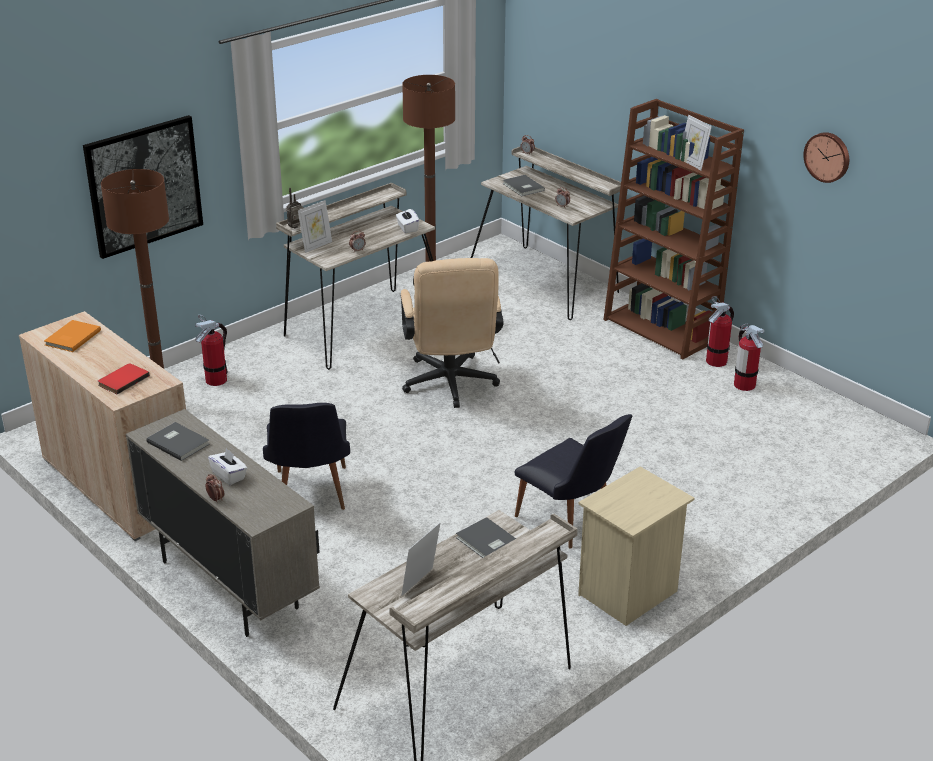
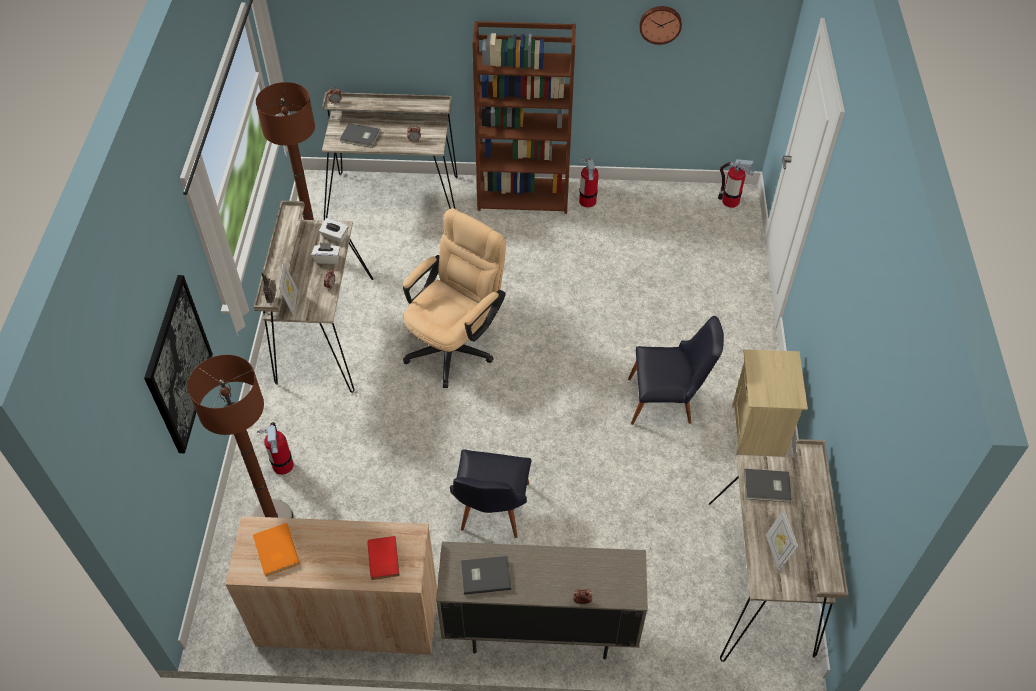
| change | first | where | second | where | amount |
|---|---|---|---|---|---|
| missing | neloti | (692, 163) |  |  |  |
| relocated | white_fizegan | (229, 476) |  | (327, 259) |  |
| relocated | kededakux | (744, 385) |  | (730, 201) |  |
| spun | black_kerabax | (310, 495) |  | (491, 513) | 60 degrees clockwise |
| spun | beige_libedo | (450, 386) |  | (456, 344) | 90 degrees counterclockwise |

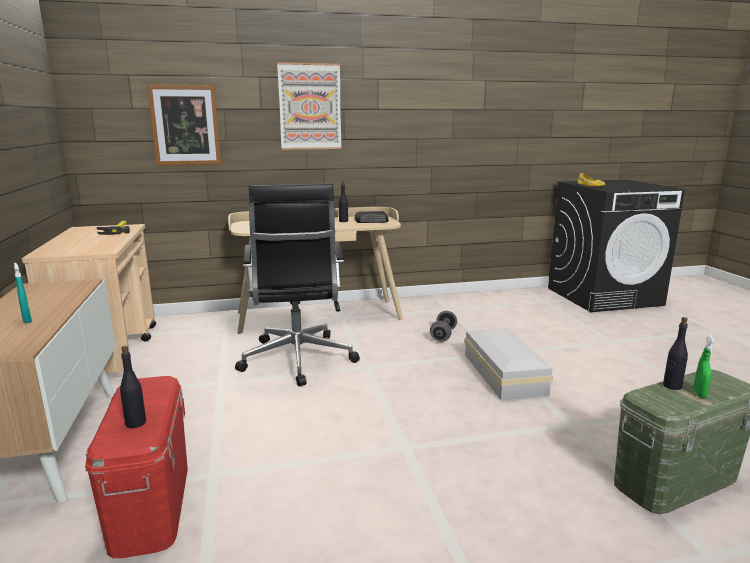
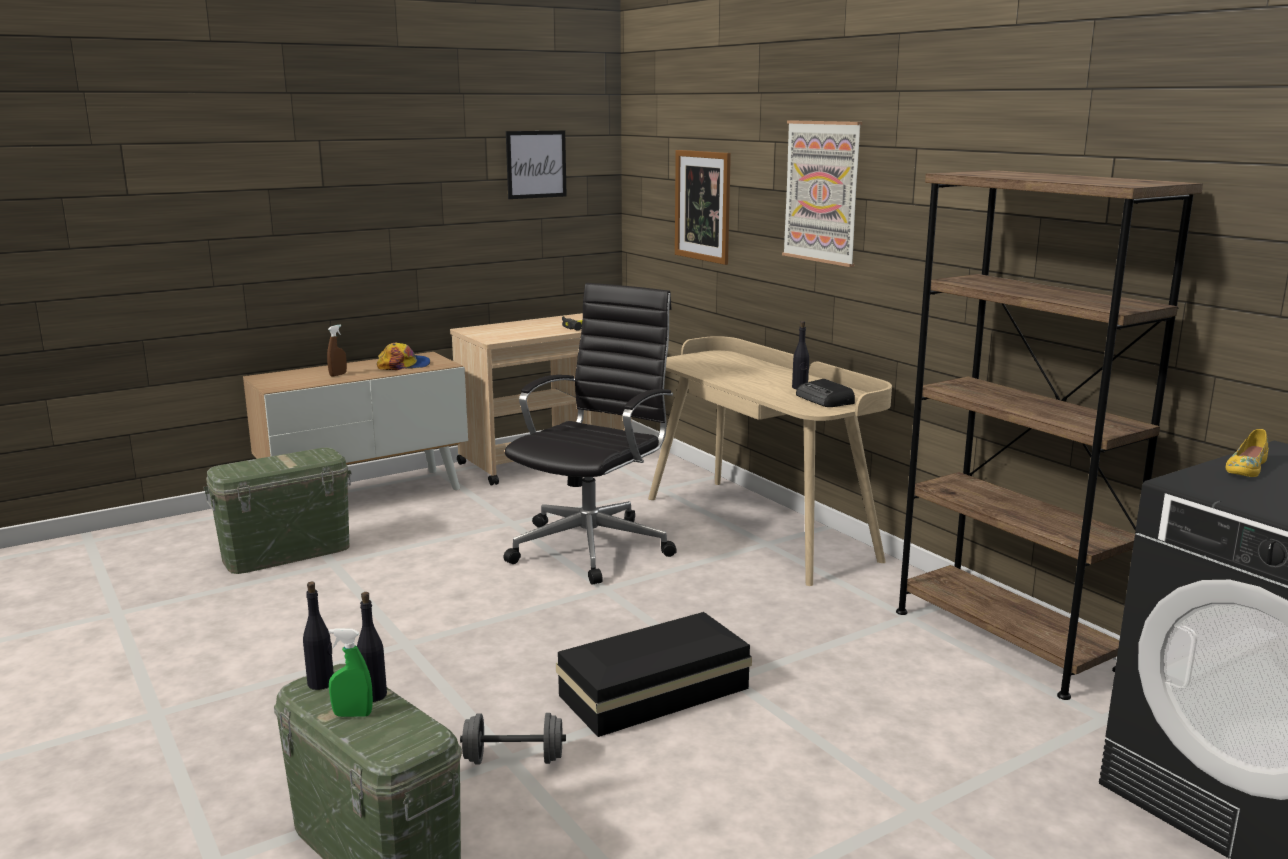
| change | first | where | second | where | amount |
|---|---|---|---|---|---|
| appeared |  |  | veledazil | (404, 365) |  |
| appeared |  |  | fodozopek | (536, 164) |  |
| appeared |  |  | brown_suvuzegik | (1004, 640) |  |
| relocated | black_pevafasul | (136, 423) |  | (321, 683) |  |
| relocated | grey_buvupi | (443, 335) |  | (514, 759) |  |
| colour | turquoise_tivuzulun | (27, 320) | brown_tivuzulun | (338, 374) |  |
| colour | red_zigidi | (151, 504) | green_zigidi | (286, 552) |  |
| colour | white_zigidi | (504, 373) | black_zigidi | (658, 692) |  |
| spun | black_libedo | (297, 360) |  | (594, 546) | 150 degrees clockwise |

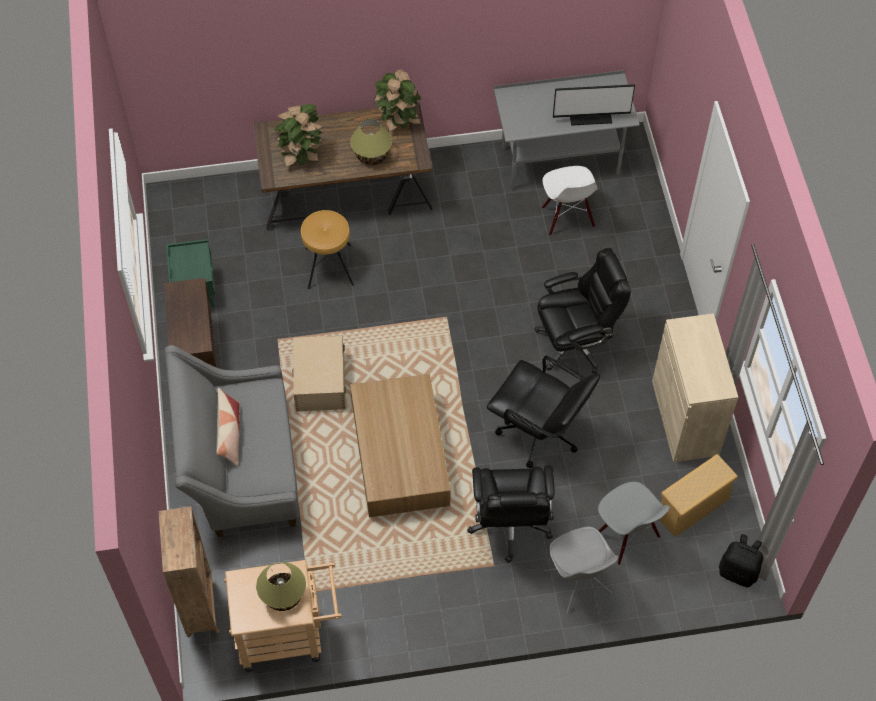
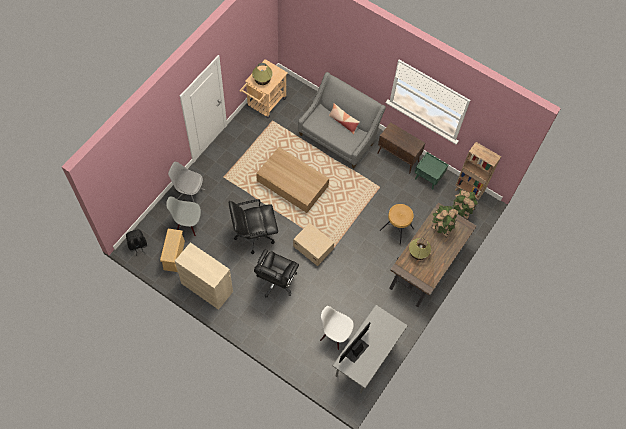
| change | first | where | second | where | amount |
|---|---|---|---|---|---|
| missing | black_libedo | (510, 525) |  |  |  |
| relocated | brown_suvuzegik | (201, 608) |  | (468, 191) |  |
| relocated | beige_zigidi | (320, 383) |  | (313, 247) |  |
| relocated | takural | (398, 122) |  | (461, 211) |  |

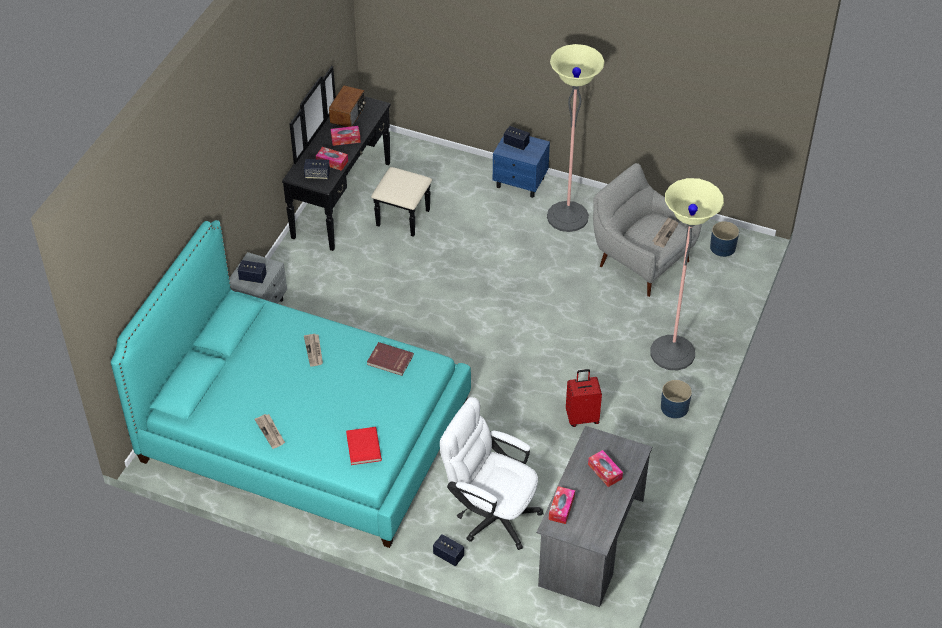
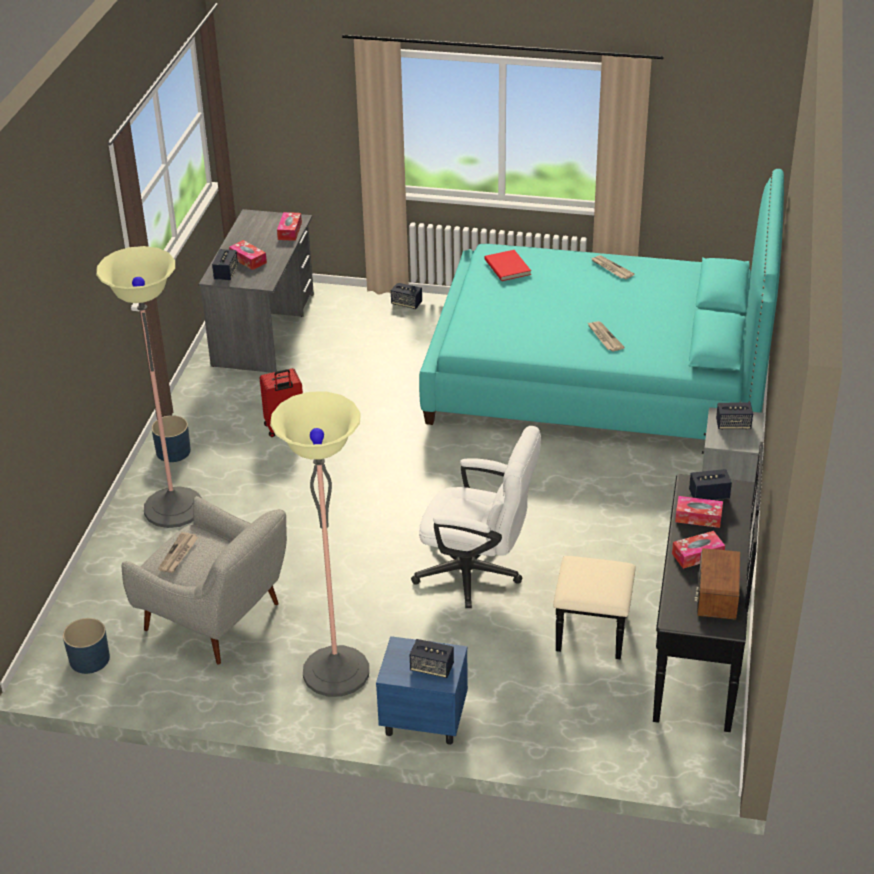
| change | first | where | second | where | amount |
|---|---|---|---|---|---|
| missing | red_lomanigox | (389, 360) |  |  |  |
| appeared |  |  | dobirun | (226, 273) |  |
| relocated | white_libedo | (490, 513) |  | (477, 574) |  |

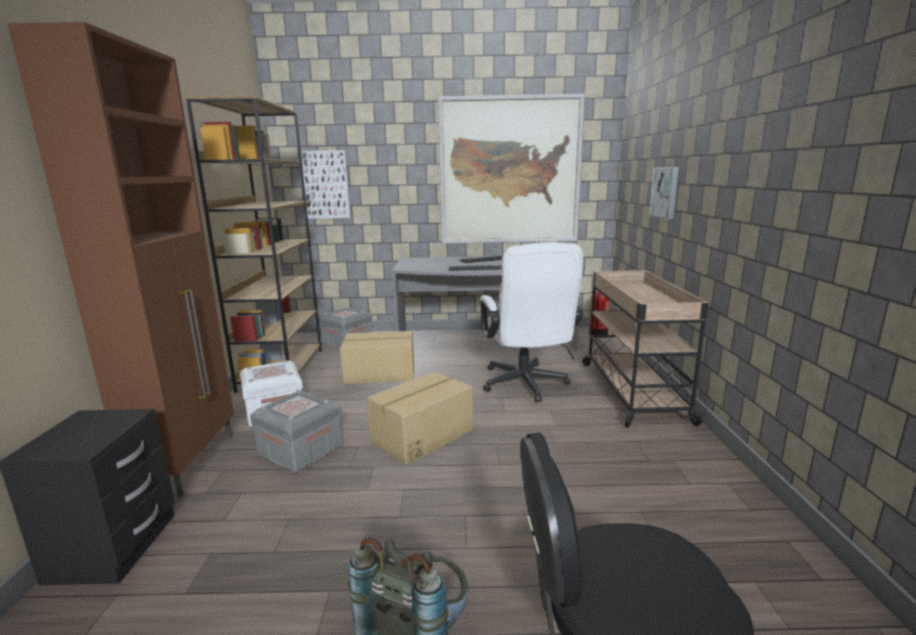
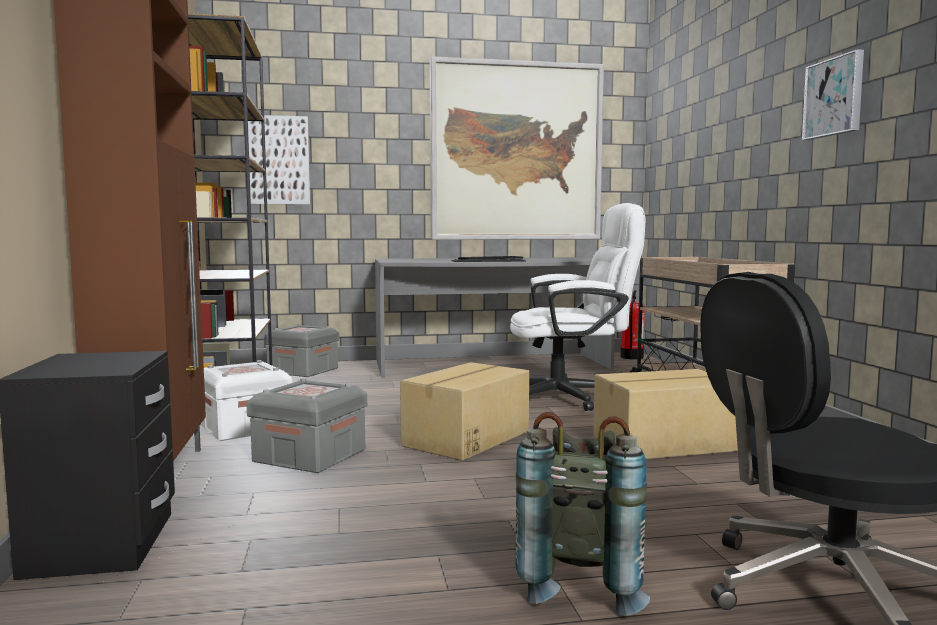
| change | first | where | second | where | amount |
|---|---|---|---|---|---|
| relocated | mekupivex | (380, 374) |  | (665, 444) |  |
| relocated | fodozopek | (665, 192) |  | (834, 97) |  |
| spun | white_libedo | (526, 386) |  | (571, 397) | 75 degrees counterclockwise |

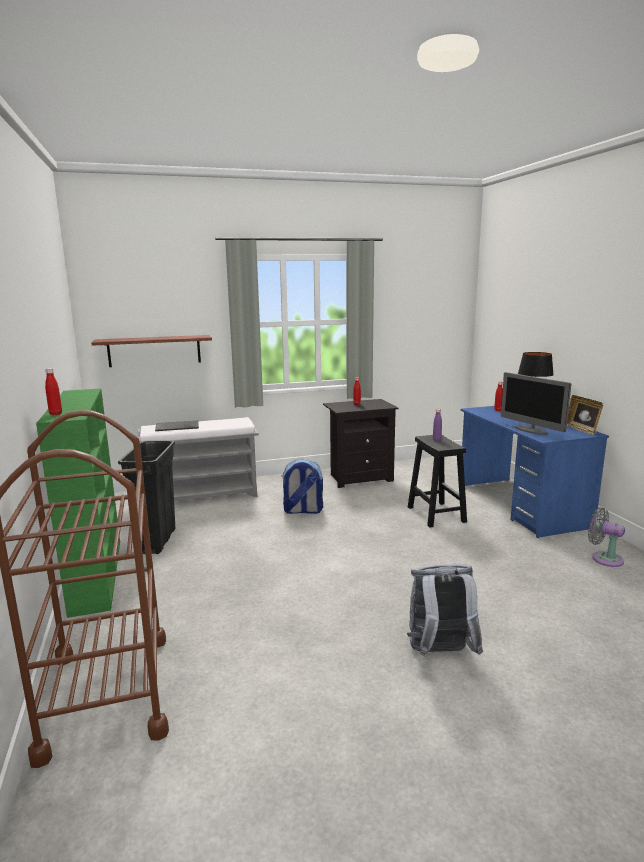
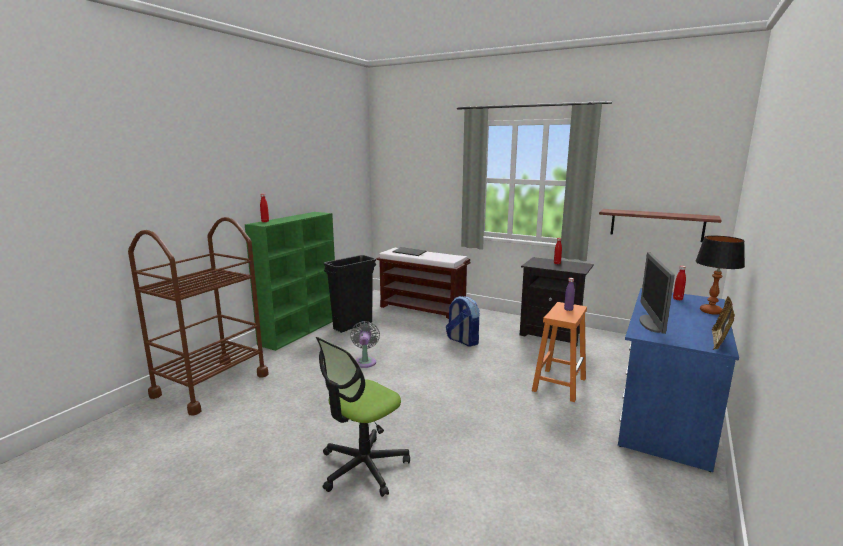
| change | first | where | second | where | amount |
|---|---|---|---|---|---|
| relocated | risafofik | (154, 351) |  | (656, 225) |  |
| relocated | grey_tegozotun | (604, 558) |  | (365, 361) |  |
| exchanged | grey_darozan | (440, 653) | libedo | (363, 467) |  |
| colour | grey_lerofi | (203, 495) | brown_lerofi | (423, 309) |  |
| colour | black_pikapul | (435, 514) | orange_pikapul | (559, 384) |  |

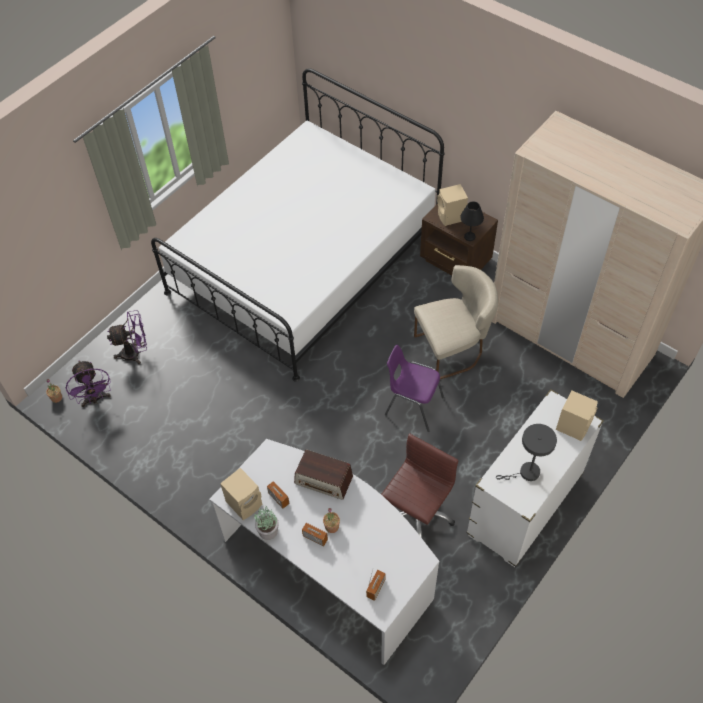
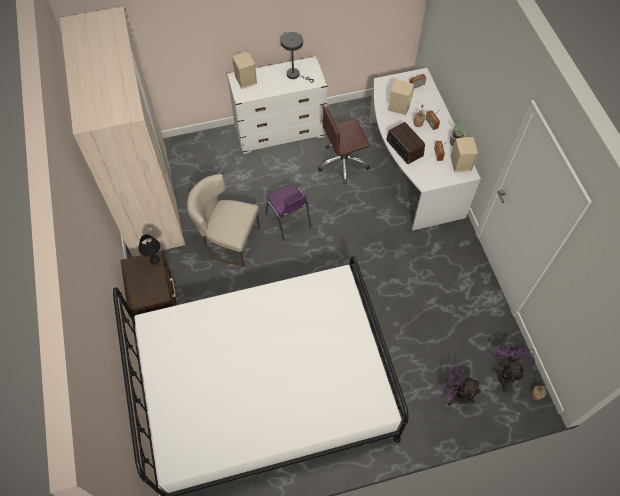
| change | first | where | second | where | amount |
|---|---|---|---|---|---|
| relocated | beige_dobirun | (451, 217) |  | (399, 106) |  |

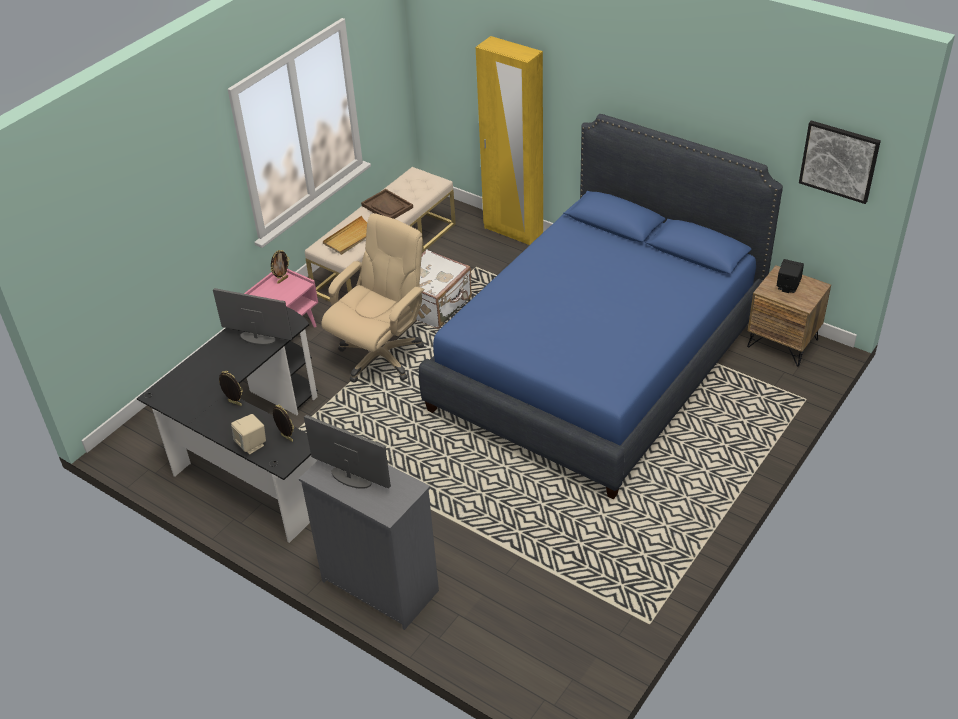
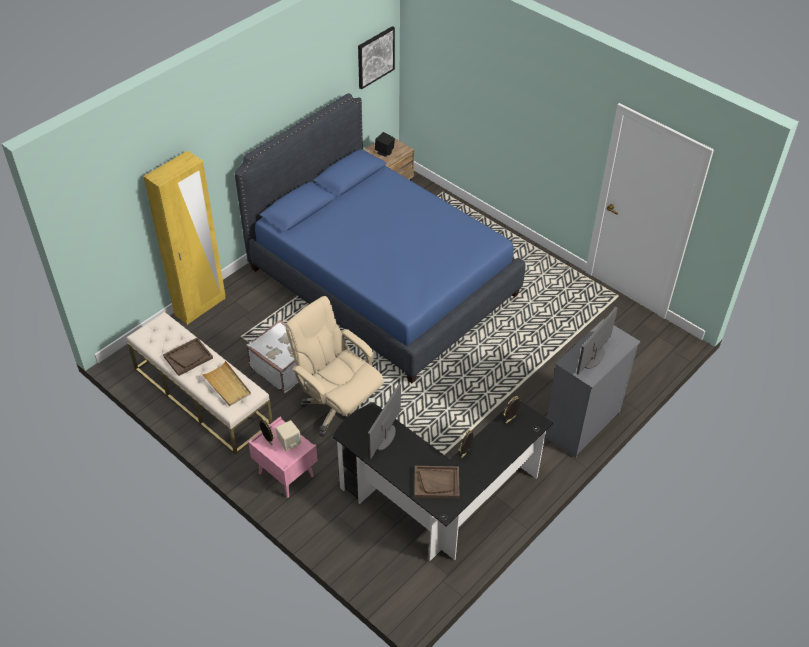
| change | first | where | second | where | amount |
|---|---|---|---|---|---|
| appeared |  |  | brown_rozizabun | (436, 482) |  |
| relocated | beige_dobirun | (252, 444) |  | (289, 443) |  |

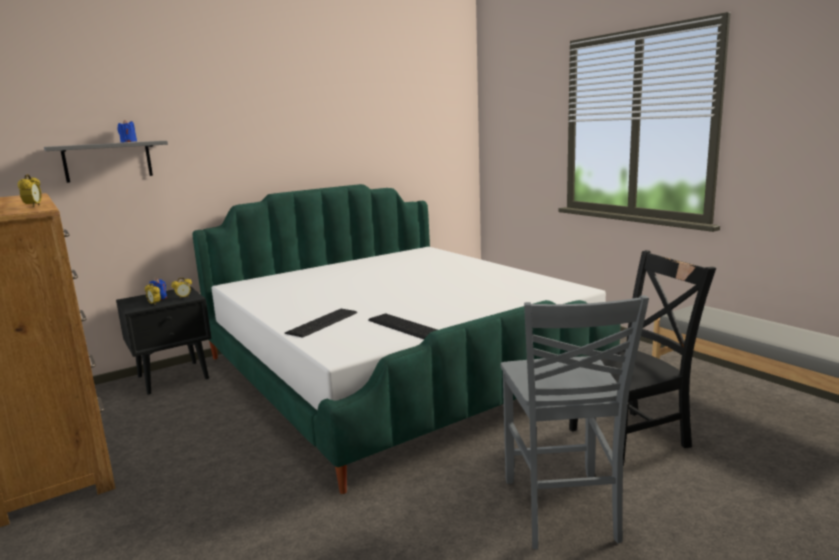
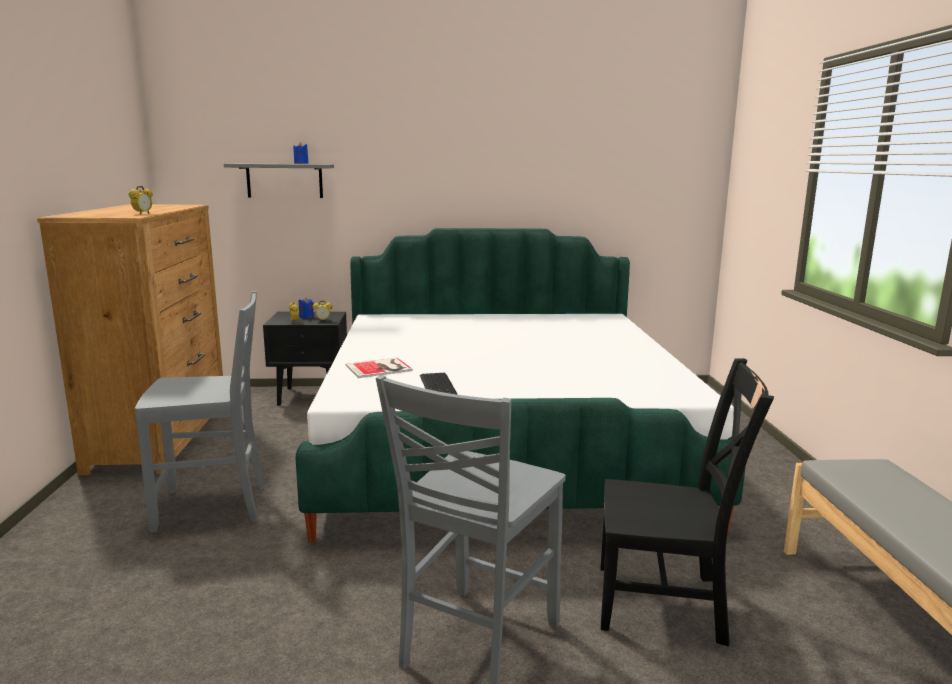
| change | first | where | second | where | amount |
|---|---|---|---|---|---|
| appeared |  |  | grey_kerabax | (214, 507) |  |
| exchanged | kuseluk | (324, 322) | lomanigox | (380, 368) |  |

